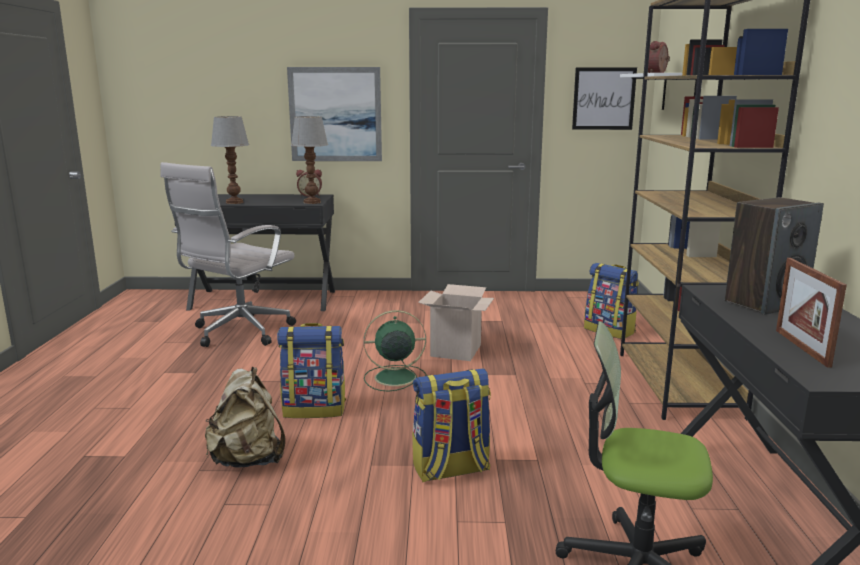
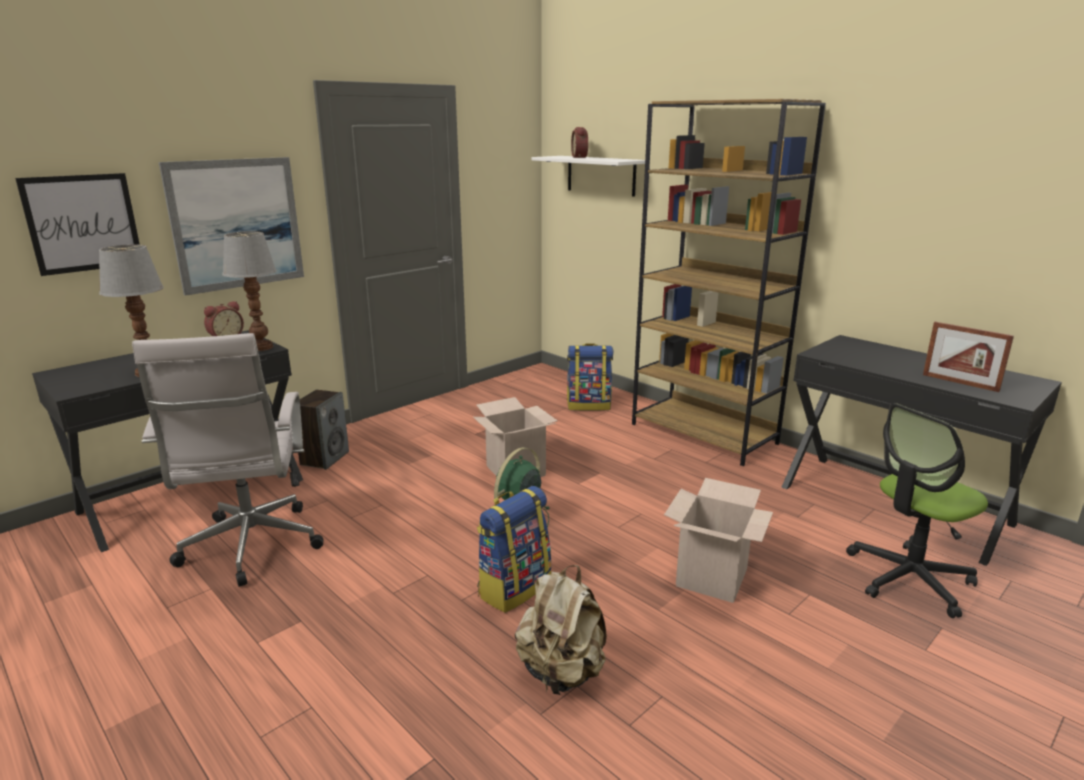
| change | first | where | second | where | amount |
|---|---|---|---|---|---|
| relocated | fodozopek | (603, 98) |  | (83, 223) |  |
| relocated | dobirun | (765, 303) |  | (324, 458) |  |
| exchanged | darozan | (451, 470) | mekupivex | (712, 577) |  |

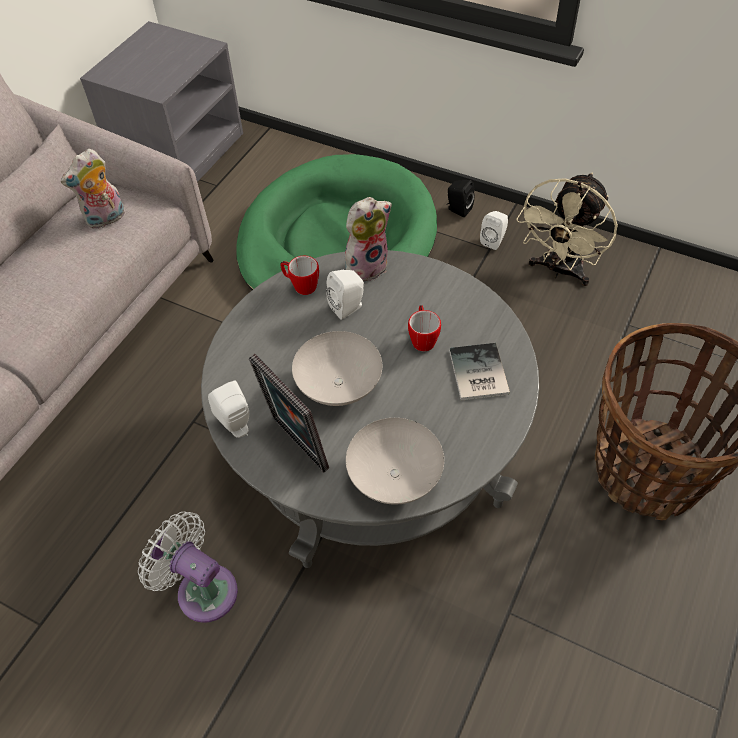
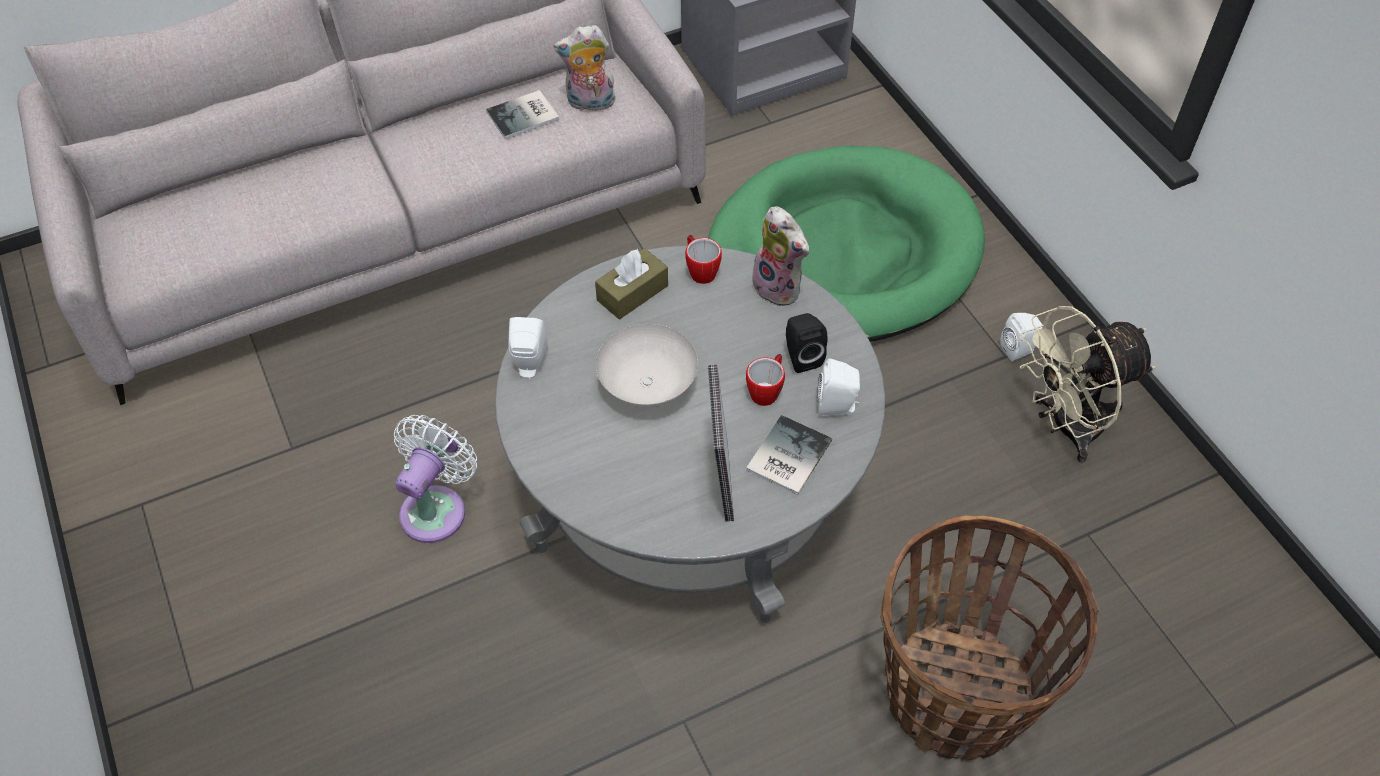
| change | first | where | second | where | amount |
|---|---|---|---|---|---|
| missing | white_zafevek | (393, 478) |  |  |  |
| appeared |  |  | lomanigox | (525, 116) |  |
| appeared |  |  | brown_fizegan | (632, 293) |  |
| relocated | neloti | (296, 446) |  | (719, 480) |  |
| relocated | white_dobirun | (348, 307) |  | (837, 407) |  |
| relocated | black_dobirun | (458, 209) |  | (801, 357) |  |
| spun | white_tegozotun | (202, 589) |  | (437, 508) | 45 degrees clockwise |
| spun | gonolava | (366, 266) |  | (780, 287) | 45 degrees clockwise |

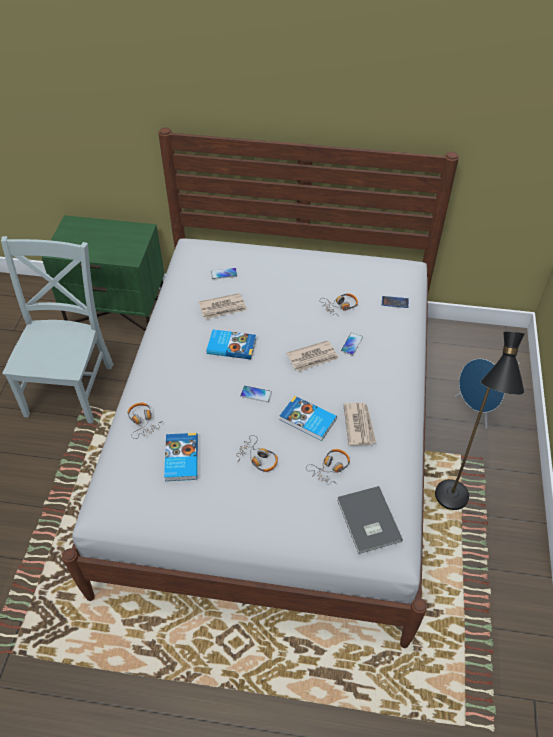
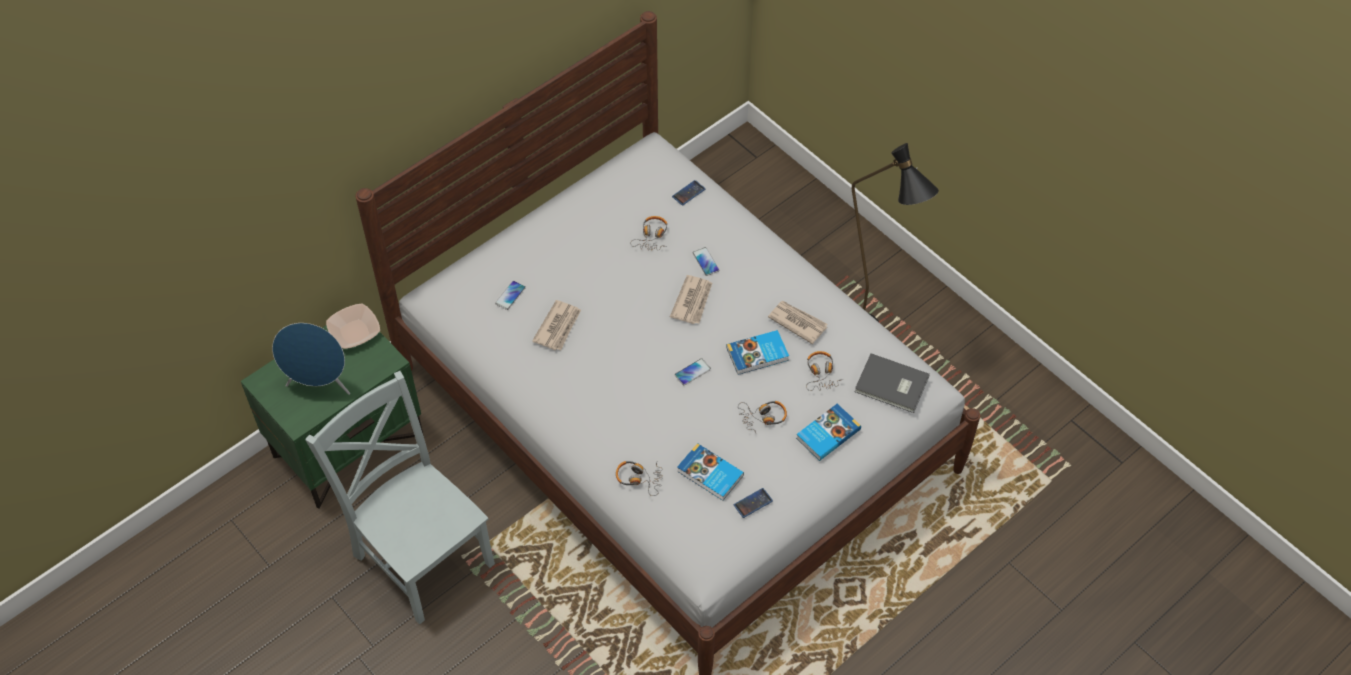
| change | first | where | second | where | amount |
|---|---|---|---|---|---|
| appeared |  |  | zafevek | (354, 332) |  |
| appeared |  |  | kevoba | (753, 503) |  |
| relocated | lomanigox | (231, 346) |  | (827, 433) |  |
| relocated | blue_dobirun | (474, 410) |  | (320, 384) |  |

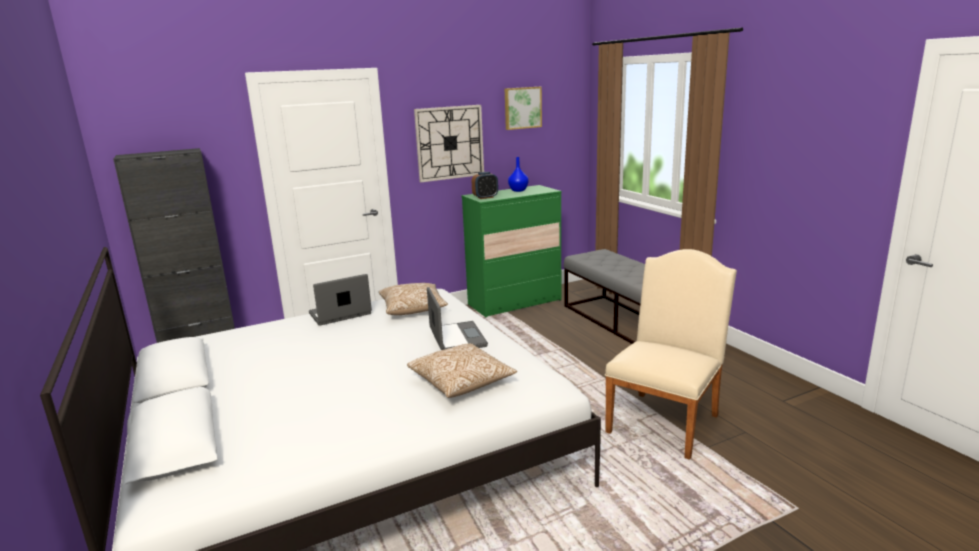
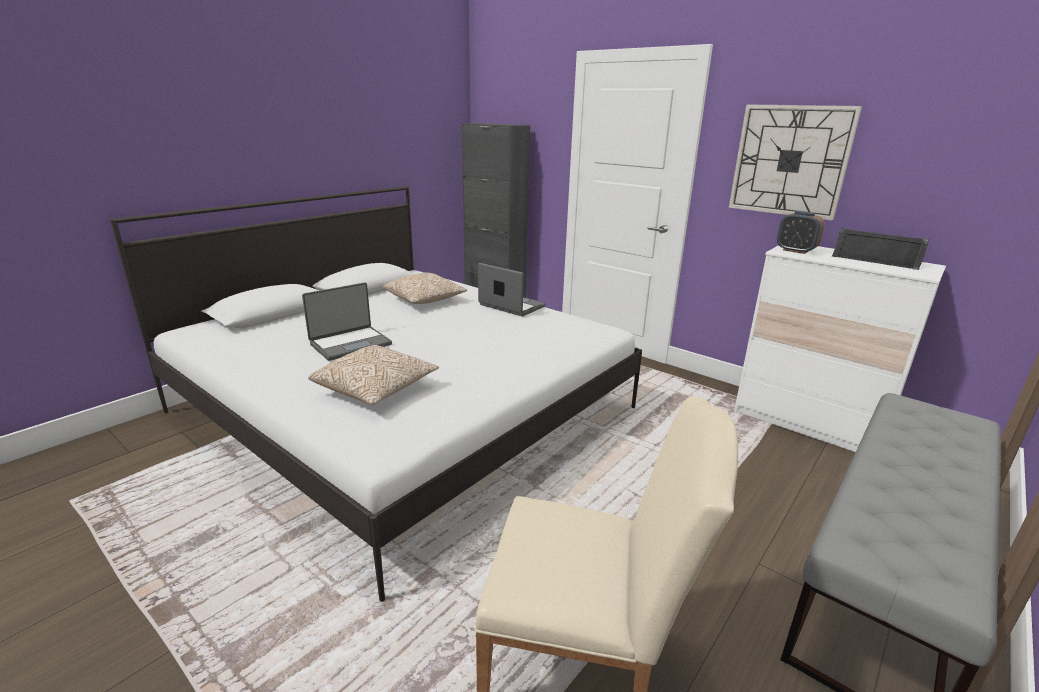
| change | first | where | second | where | amount |
|---|---|---|---|---|---|
| missing | fodozopek | (522, 108) |  |  |  |
| relocated | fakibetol | (413, 309) |  | (425, 300) |  |
| relocated | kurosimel | (456, 338) |  | (350, 344) |  |
| exchanged | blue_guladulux | (518, 190) | black_dobirun | (876, 259) |  |
| colour | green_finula | (514, 303) | white_finula | (808, 423) |  |

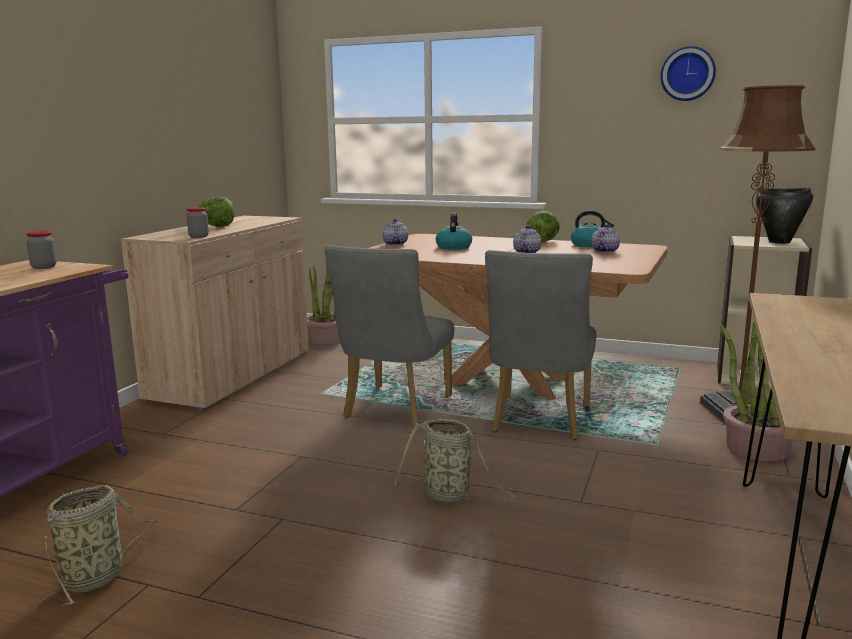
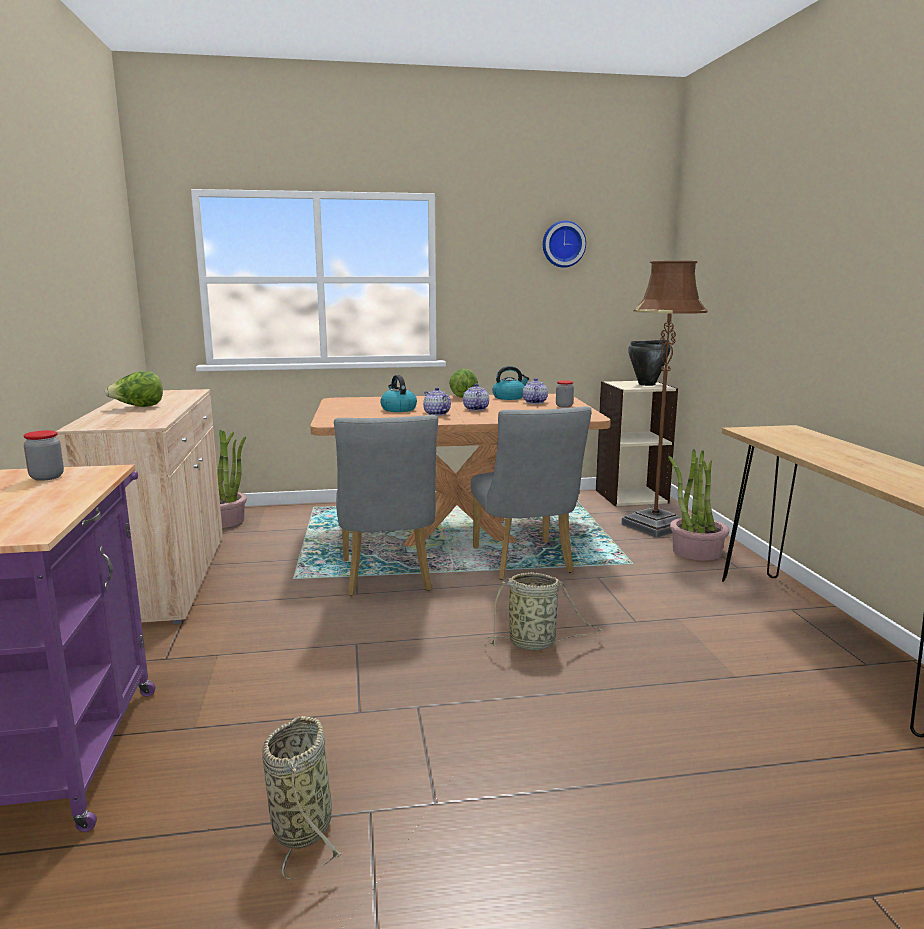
| change | first | where | second | where | amount |
|---|---|---|---|---|---|
| relocated | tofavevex | (198, 236) |  | (564, 406) |  |
| relocated | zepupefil | (395, 244) |  | (436, 414) |  |

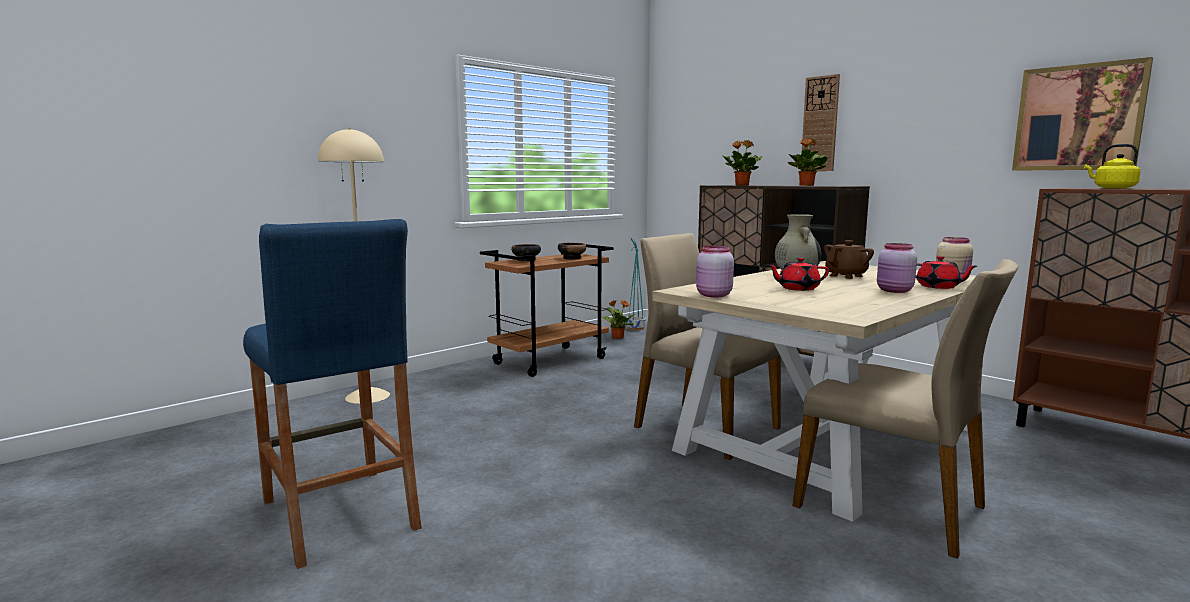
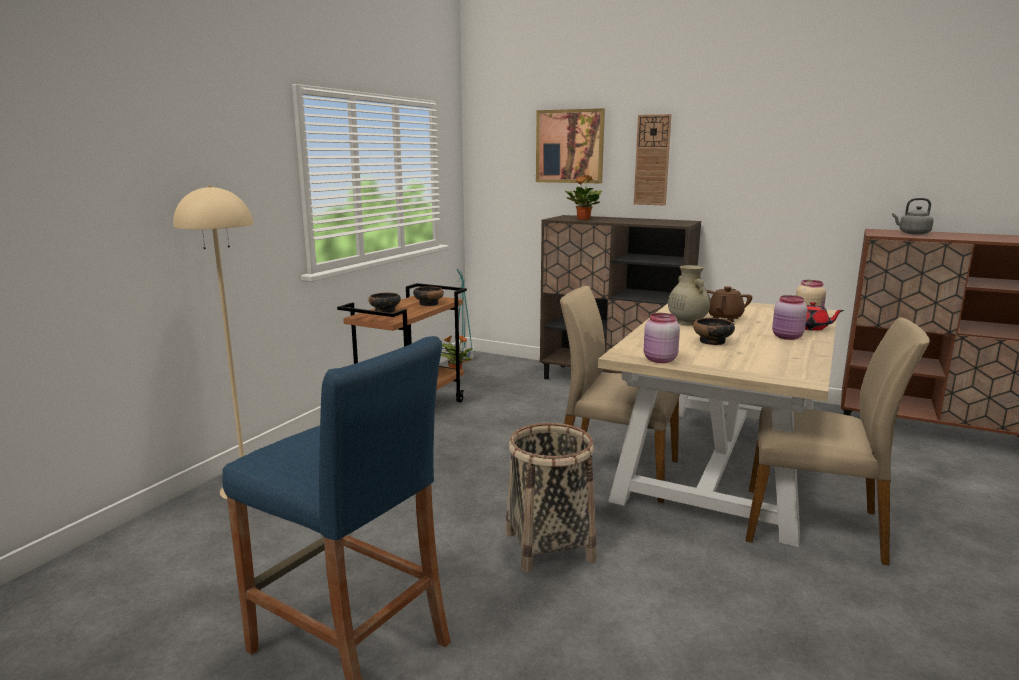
| change | first | where | second | where | amount |
|---|---|---|---|---|---|
| missing | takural | (806, 185) |  |  |  |
| appeared |  |  | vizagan | (549, 546) |  |
| relocated | fodozopek | (1078, 118) |  | (570, 146) |  |
| exchanged | red_zepupefil | (797, 288) | zafevek | (712, 342) |  |
| colour | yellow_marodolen | (1112, 188) | grey_marodolen | (912, 233) |  |

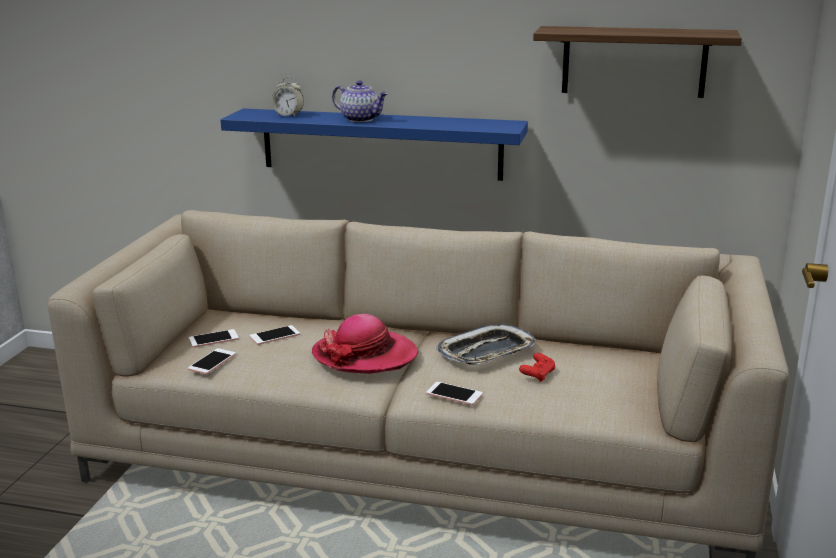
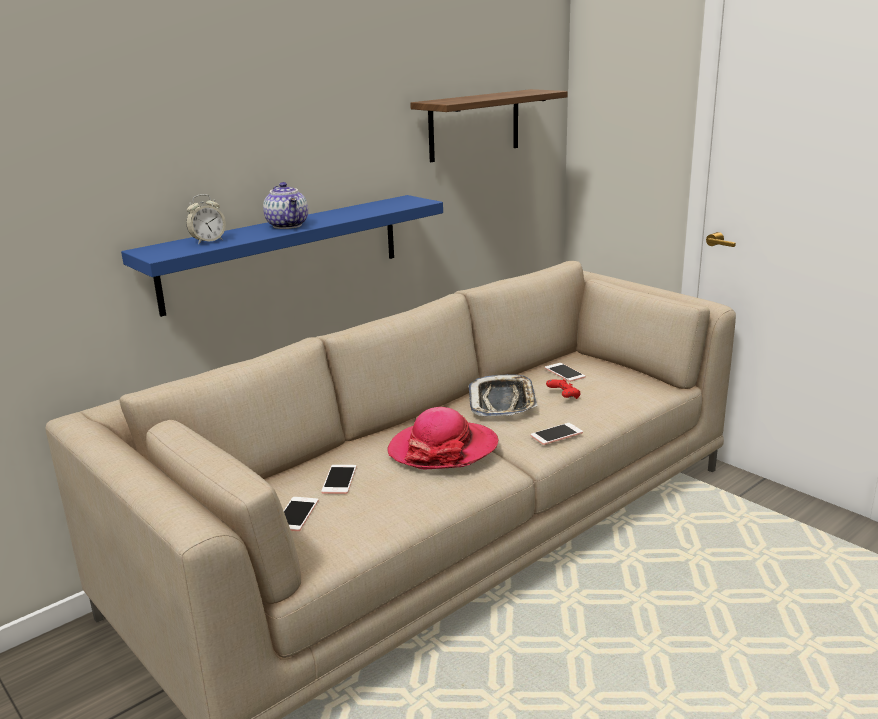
| change | first | where | second | where | amount |
|---|---|---|---|---|---|
| relocated | kevoba | (212, 362) |  | (564, 373) |  |
| spun | zepupefil | (361, 119) |  | (288, 225) | 90 degrees clockwise |

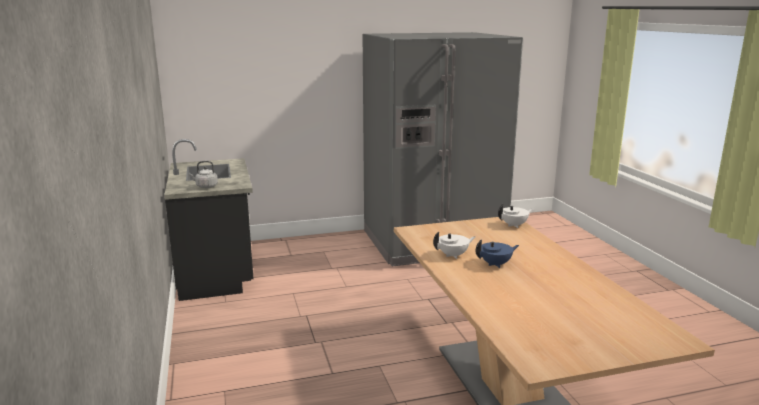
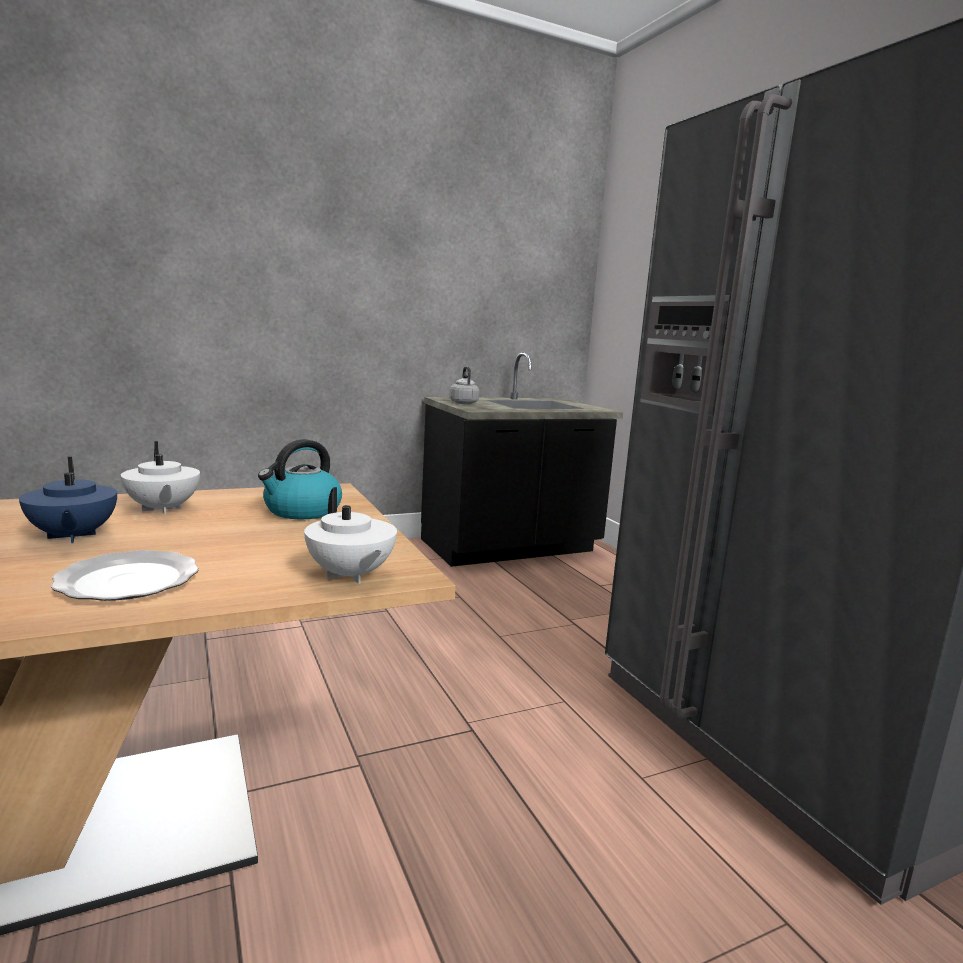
| change | first | where | second | where | amount |
|---|---|---|---|---|---|
| appeared |  |  | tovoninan | (130, 580) |  |
| appeared |  |  | marodolen | (302, 511) |  |

